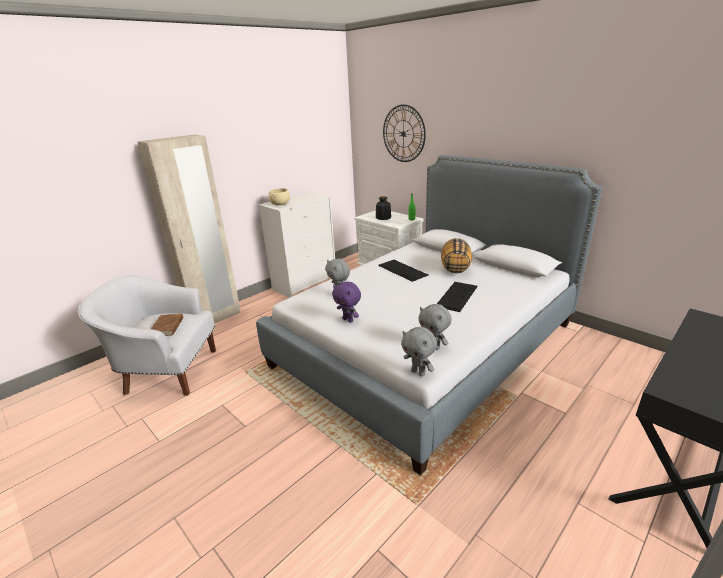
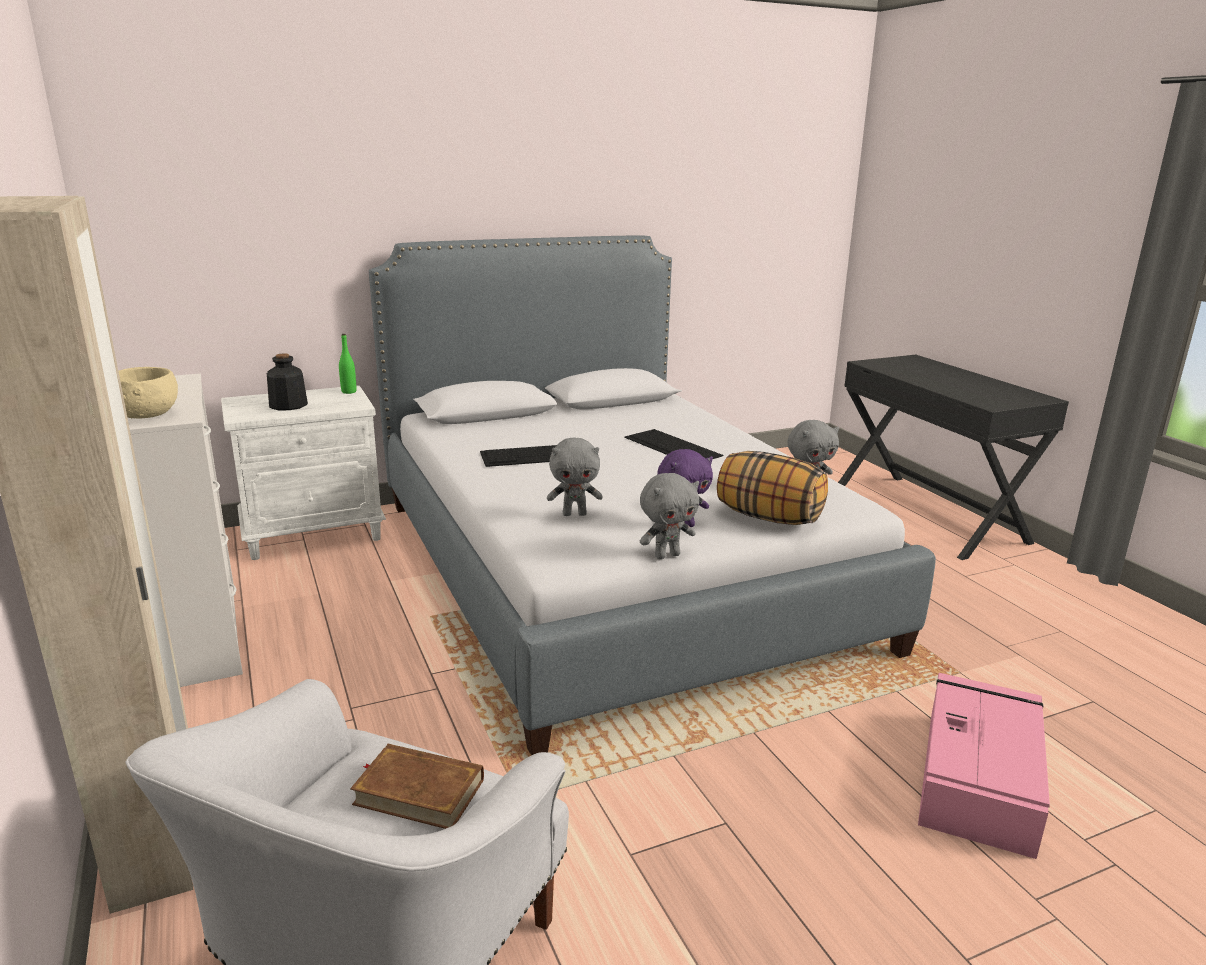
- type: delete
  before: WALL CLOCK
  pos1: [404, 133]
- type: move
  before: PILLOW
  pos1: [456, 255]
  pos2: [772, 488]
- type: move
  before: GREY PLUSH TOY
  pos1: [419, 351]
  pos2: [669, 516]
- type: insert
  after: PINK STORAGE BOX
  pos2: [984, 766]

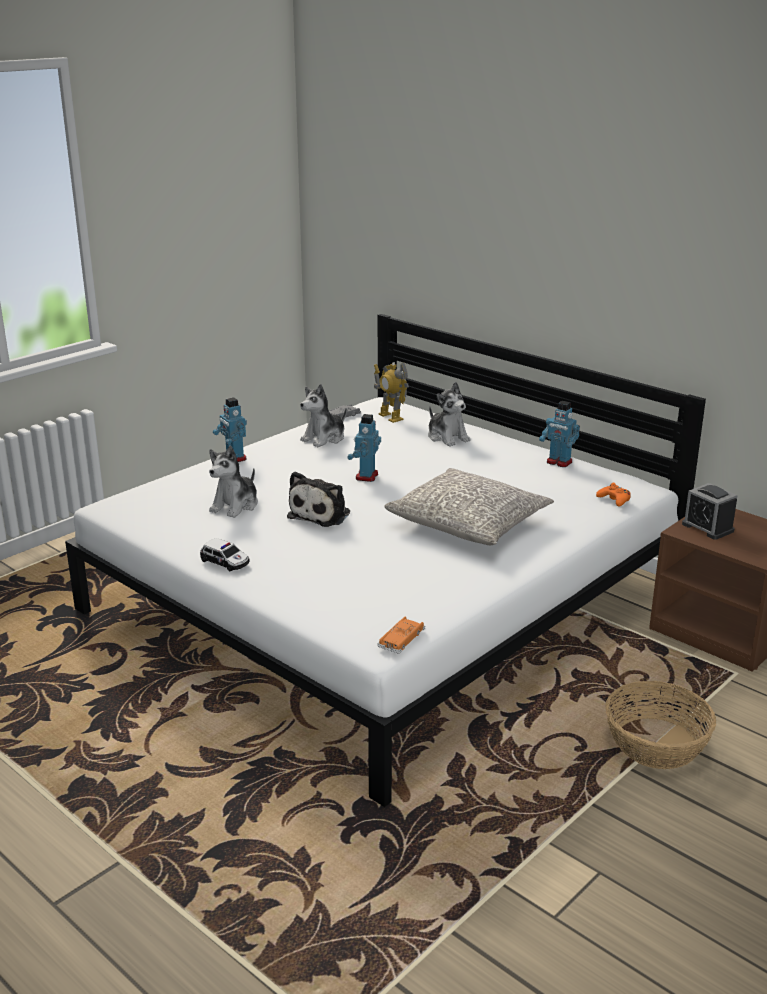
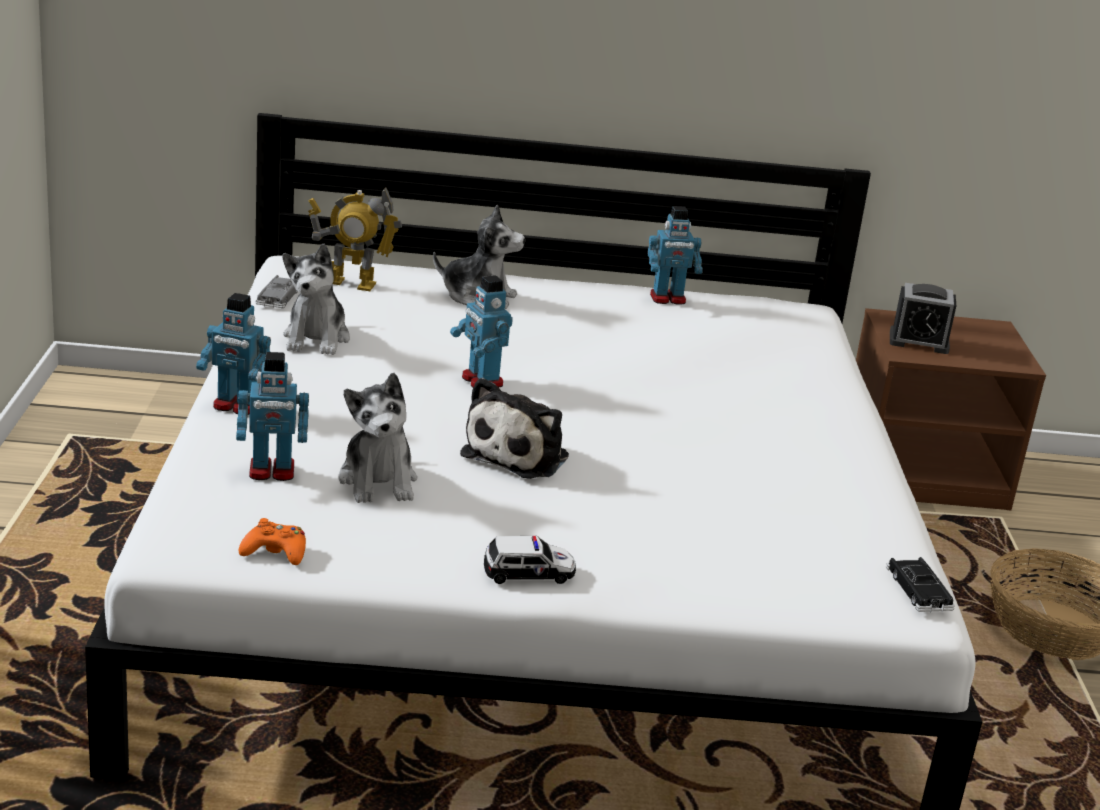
- type: delete
  before: GREY PILLOW
  pos1: [469, 507]
- type: rotate
  before: PLUSH TOY
  pos1: [318, 499]
  pos2: [514, 428]
  turn: 45
- type: move
  before: ORANGE GAME CONTROLLER
  pos1: [613, 494]
  pos2: [272, 541]
- type: recolor
  before: ORANGE TOY CAR
  after: BLACK TOY CAR
  pos1: [401, 635]
  pos2: [920, 584]
- type: insert
  after: TOY ROBOT
  pos2: [272, 416]

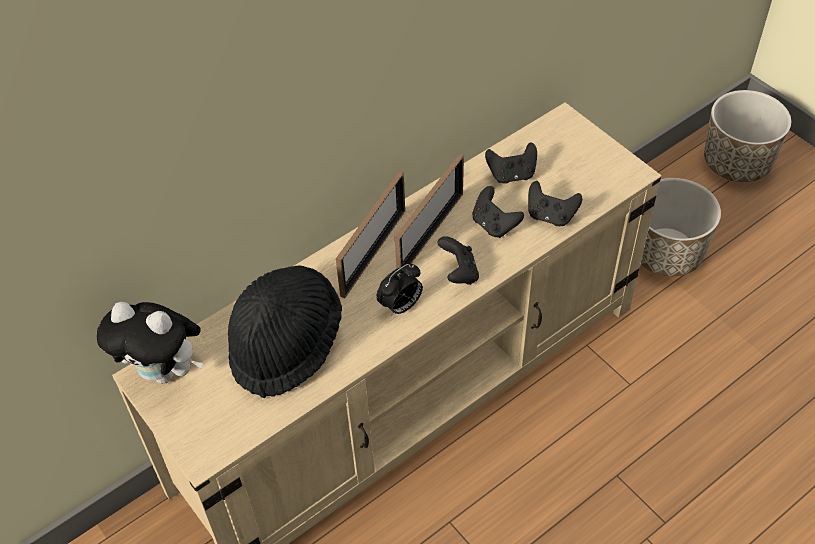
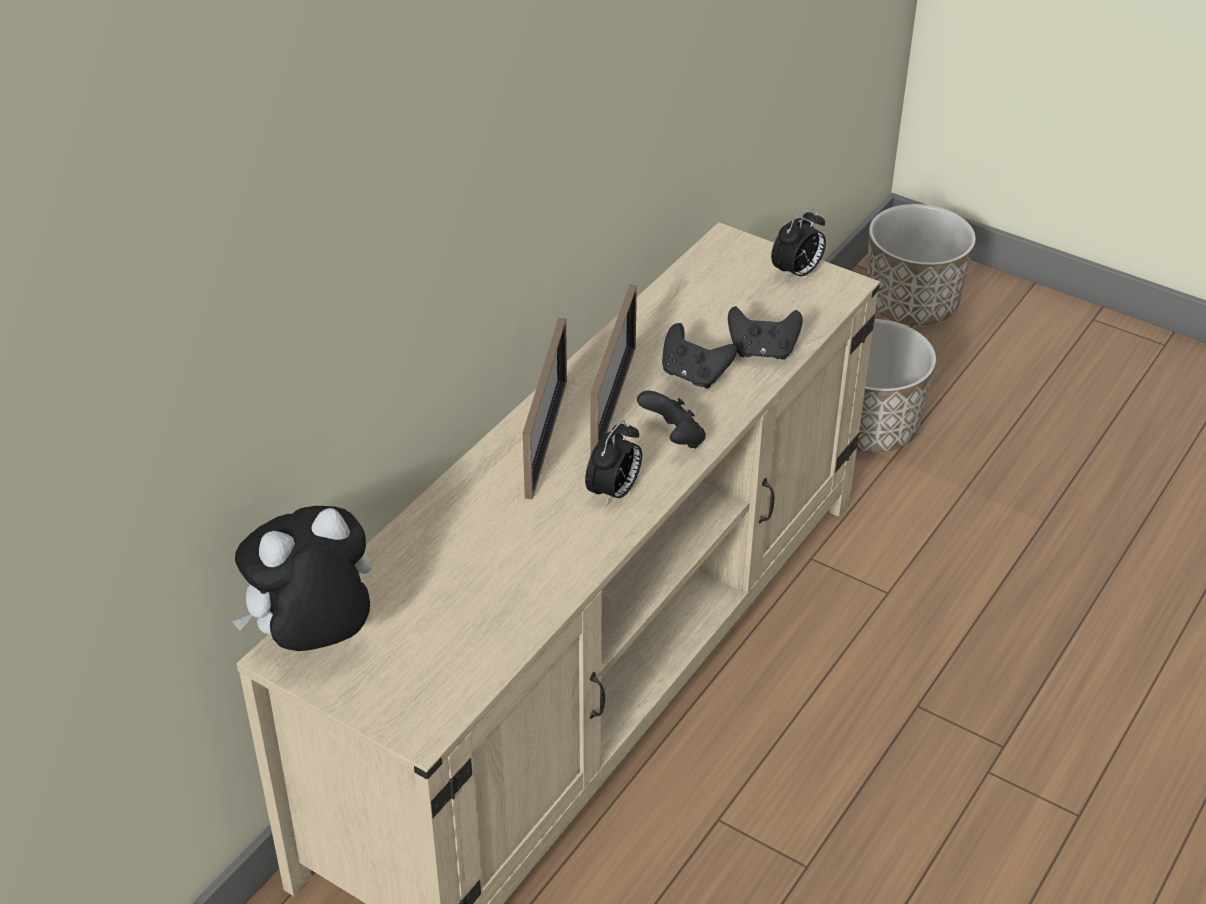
- type: delete
  before: BLACK GAME CONTROLLER
  pos1: [511, 162]
- type: delete
  before: BLACK HAT
  pos1: [285, 332]
- type: rotate
  before: PLUSH TOY
  pos1: [149, 343]
  pos2: [302, 578]
  turn: 150
- type: insert
  after: ALARM CLOCK
  pos2: [798, 245]

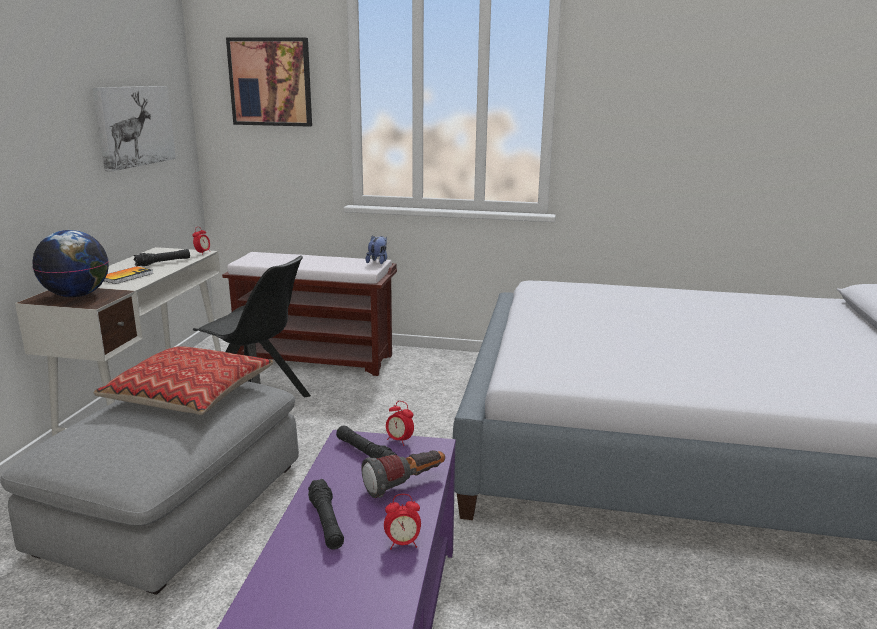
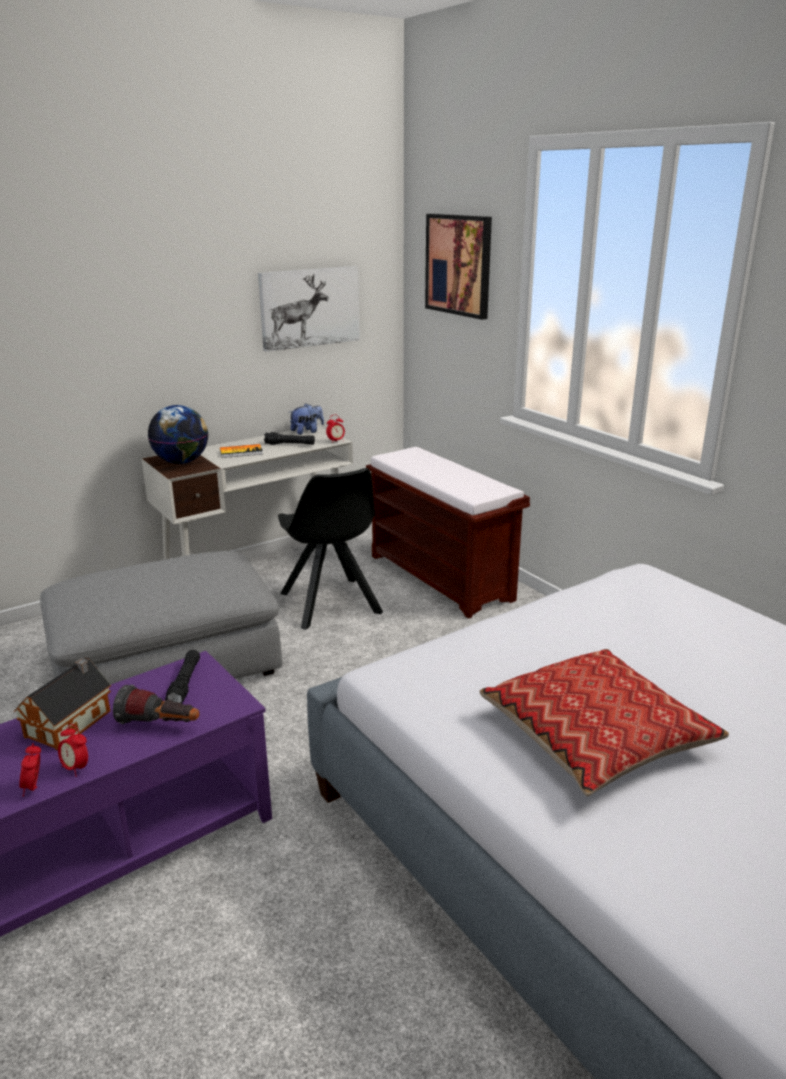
- type: move
  before: PLUSH TOY
  pos1: [376, 249]
  pos2: [306, 419]
- type: move
  before: PILLOW
  pos1: [183, 380]
  pos2: [604, 722]
- type: move
  before: ALARM CLOCK
  pos1: [400, 423]
  pos2: [30, 770]
- type: replace
  before: BLACK FLASHLIGHT
  after: TOY HOUSE
  pos1: [326, 514]
  pos2: [62, 704]

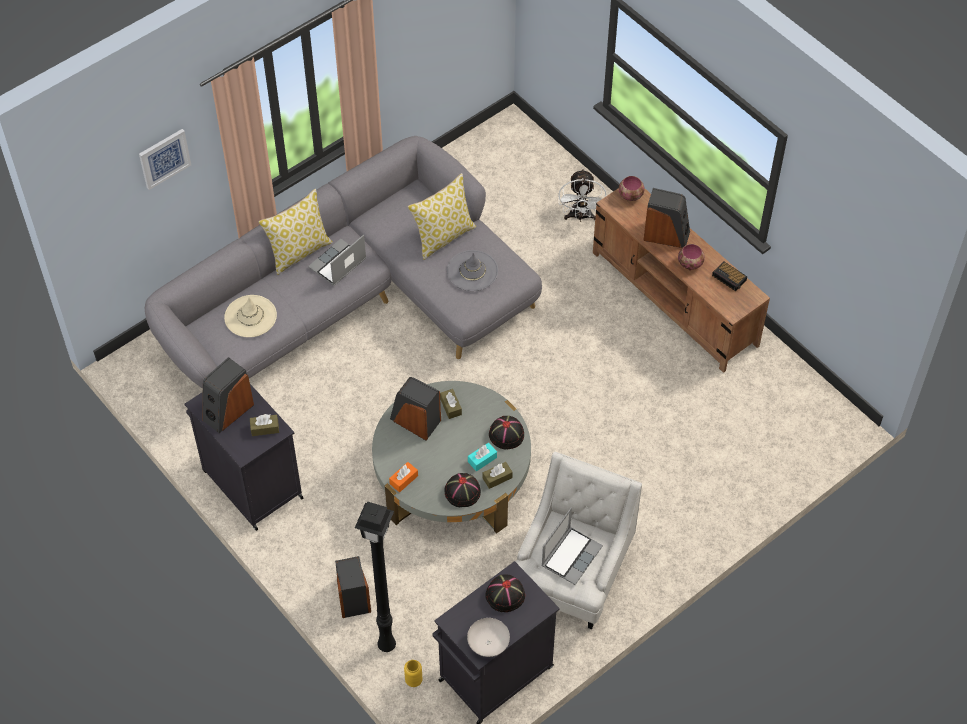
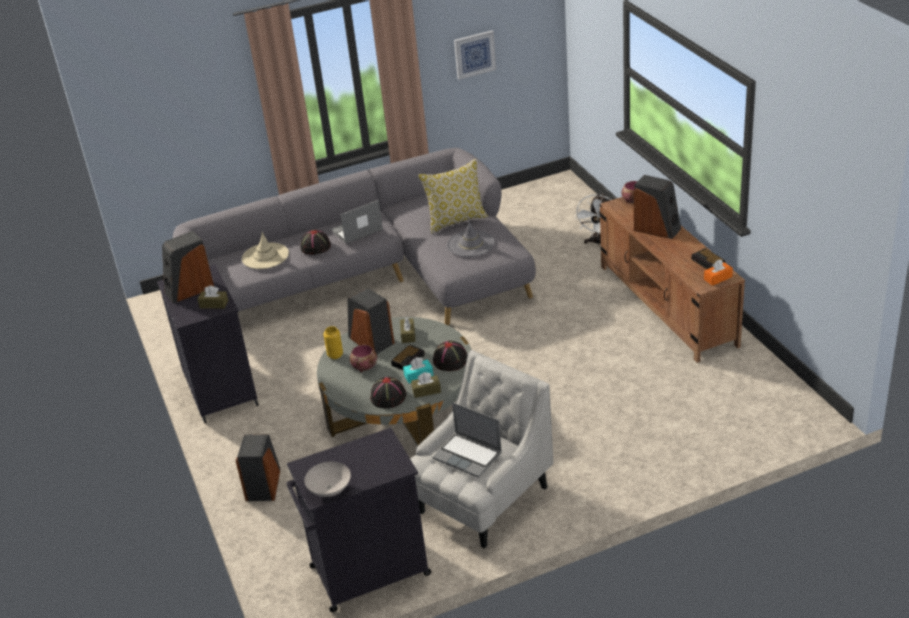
- type: move
  before: PICTURE
  pos1: [165, 159]
  pos2: [475, 55]
- type: delete
  before: PILLOW
  pos1: [296, 232]
- type: move
  before: BOWL
  pos1: [691, 257]
  pos2: [363, 358]
- type: move
  before: ORANGE TISSUE BOX
  pos1: [403, 477]
  pos2: [718, 273]
- type: delete
  before: BLACK FLOOR LAMP
  pos1: [375, 577]
- type: rotate
  before: LAPTOP
  pos1: [572, 546]
  pos2: [467, 440]
  turn: 75
- type: move
  before: BLACK HAT
  pos1: [505, 593]
  pos2: [315, 242]
- type: move
  before: YELLOW VASE
  pos1: [413, 673]
  pos2: [333, 342]
- type: insert
  after: ALARM CLOCK
  pos2: [408, 357]

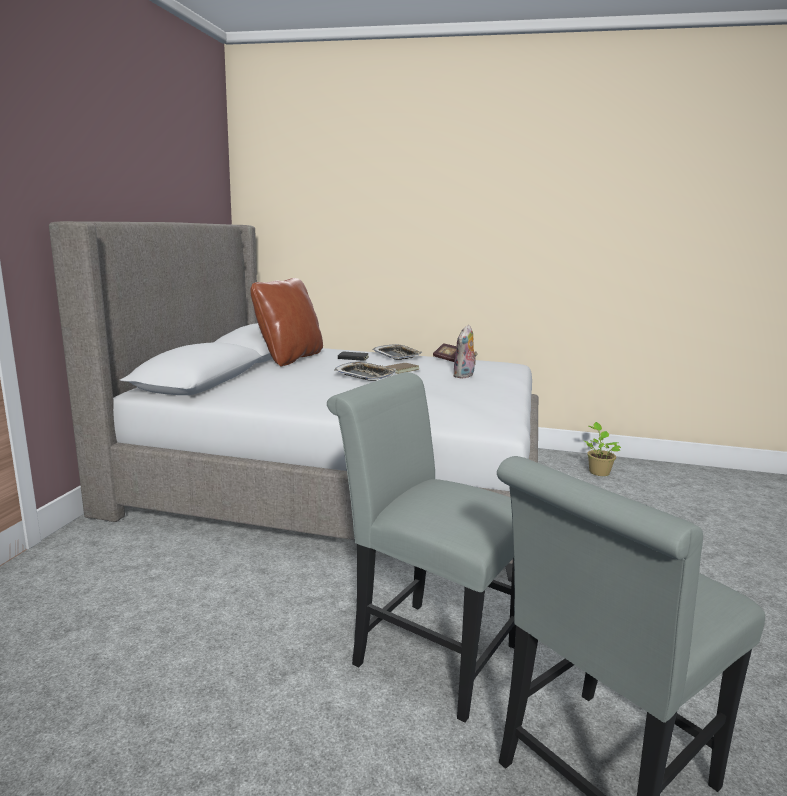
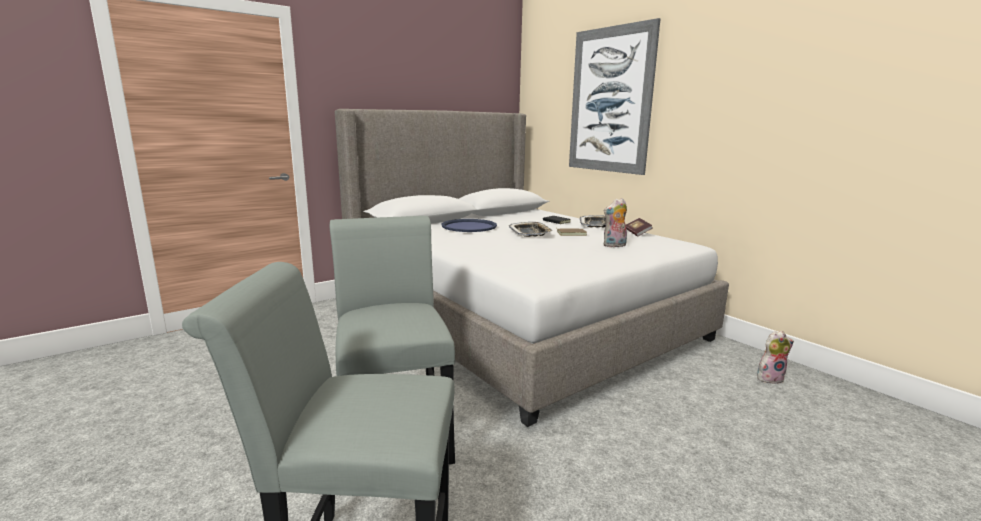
- type: delete
  before: BROWN PILLOW
  pos1: [286, 322]
- type: replace
  before: POTTED PLANT
  after: PLUSH TOY
  pos1: [602, 449]
  pos2: [775, 357]
- type: insert
  after: PICTURE
  pos2: [615, 96]
- type: insert
  after: BLUE TRAY
  pos2: [469, 225]

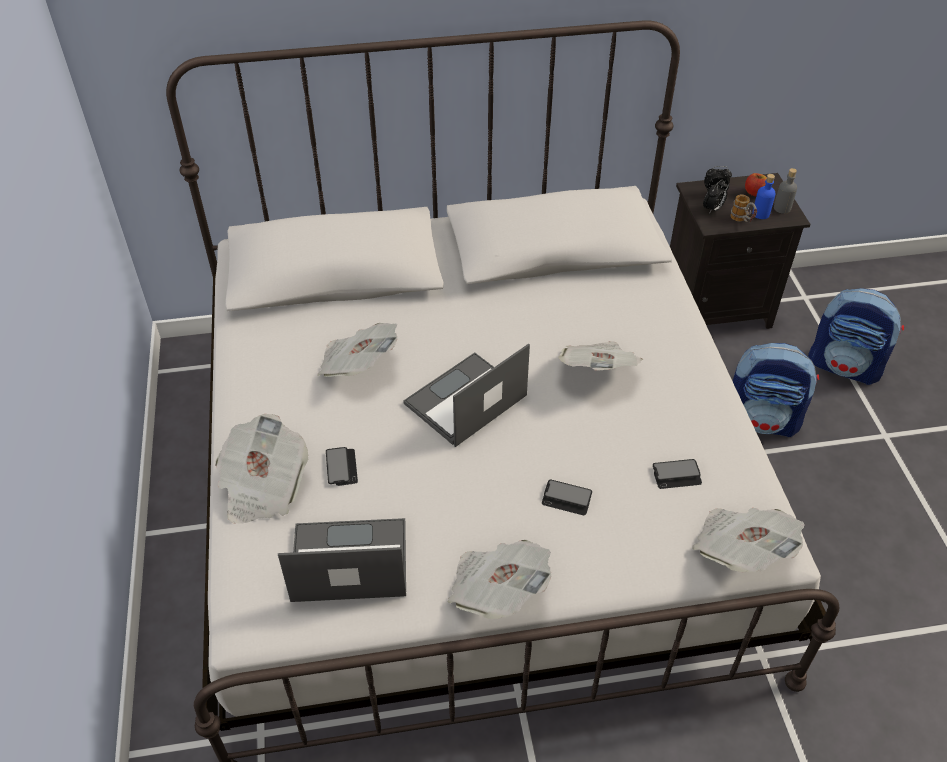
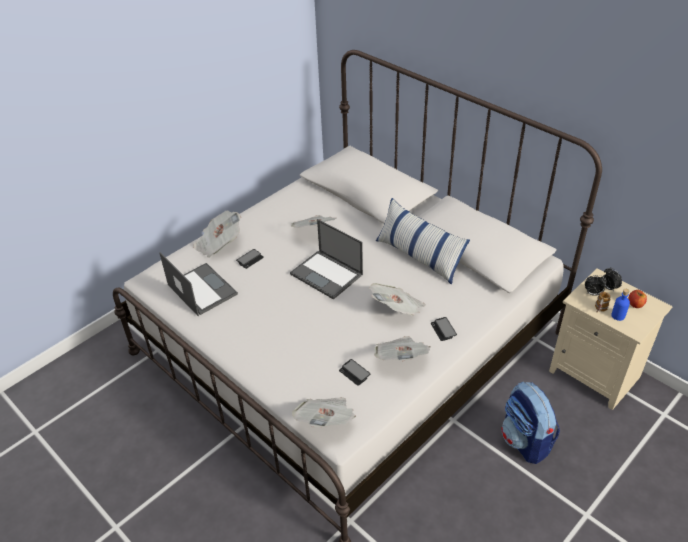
- type: delete
  before: GREY BOTTLE
  pos1: [785, 191]
- type: recolor
  before: BLACK NIGHTSTAND
  after: BEIGE NIGHTSTAND
  pos1: [740, 251]
  pos2: [611, 339]
- type: delete
  before: BACKPACK
  pos1: [856, 336]
- type: rotate
  before: LAPTOP
  pos1: [466, 395]
  pos2: [326, 259]
  turn: -150
- type: move
  before: PHONE
  pos1: [567, 497]
  pos2: [443, 329]
- type: move
  before: NEWSPAPER
  pos1: [499, 579]
  pos2: [402, 348]
- type: insert
  after: PILLOW
  pos2: [423, 241]

